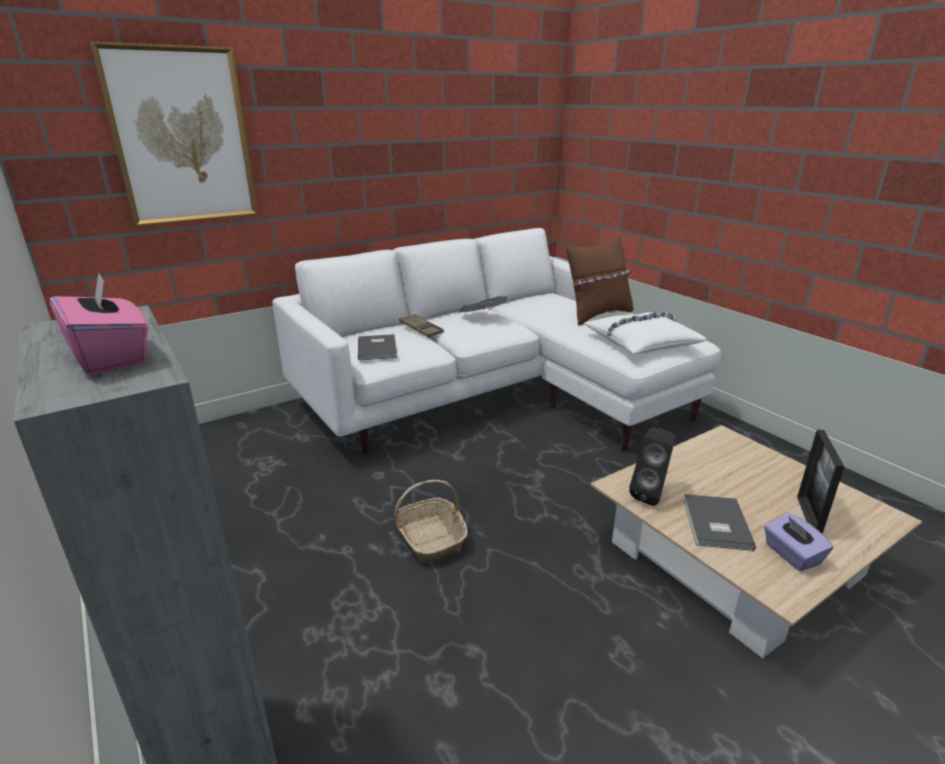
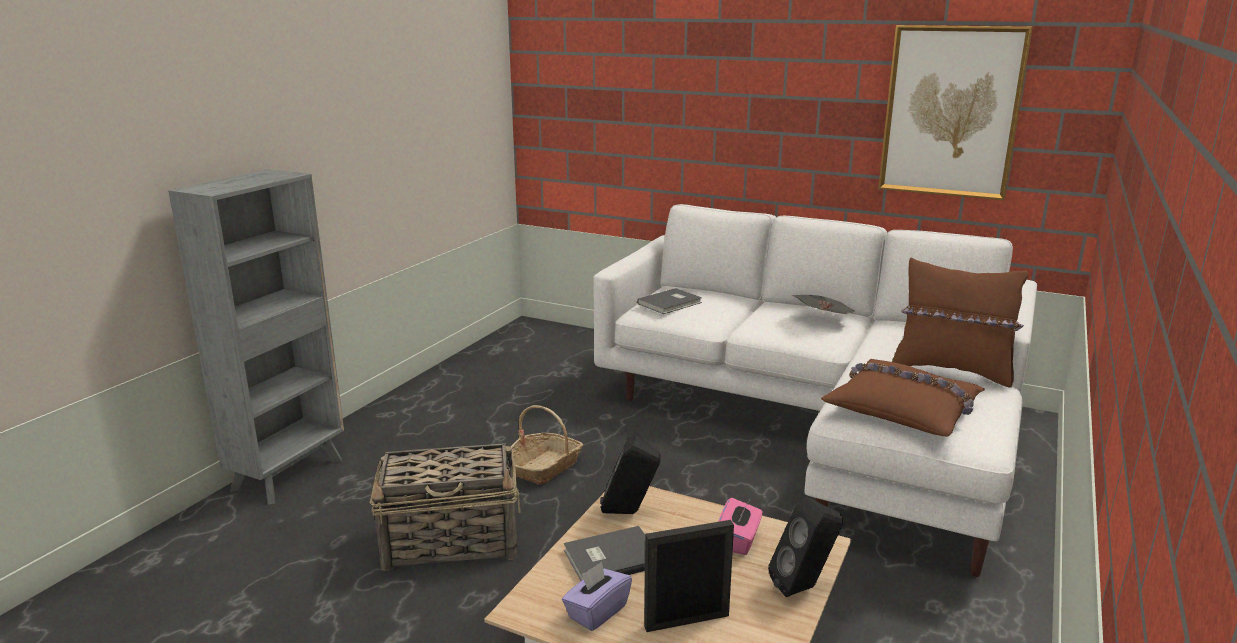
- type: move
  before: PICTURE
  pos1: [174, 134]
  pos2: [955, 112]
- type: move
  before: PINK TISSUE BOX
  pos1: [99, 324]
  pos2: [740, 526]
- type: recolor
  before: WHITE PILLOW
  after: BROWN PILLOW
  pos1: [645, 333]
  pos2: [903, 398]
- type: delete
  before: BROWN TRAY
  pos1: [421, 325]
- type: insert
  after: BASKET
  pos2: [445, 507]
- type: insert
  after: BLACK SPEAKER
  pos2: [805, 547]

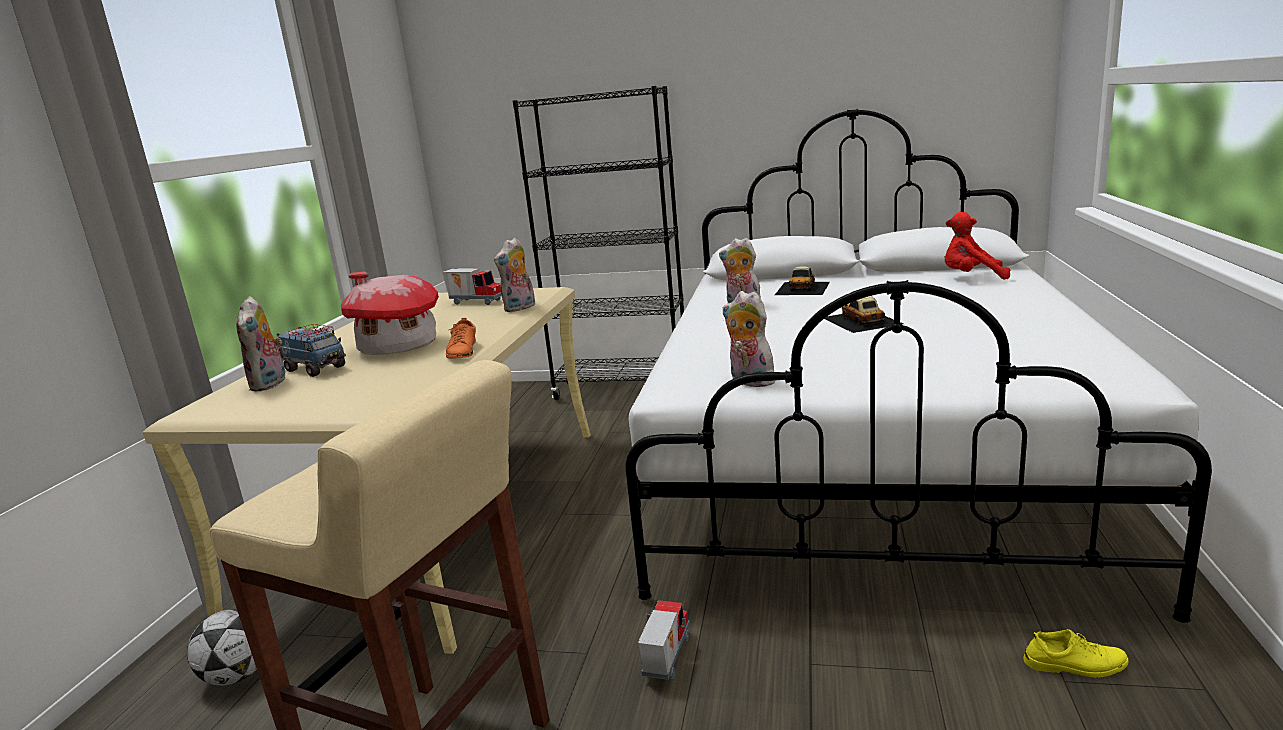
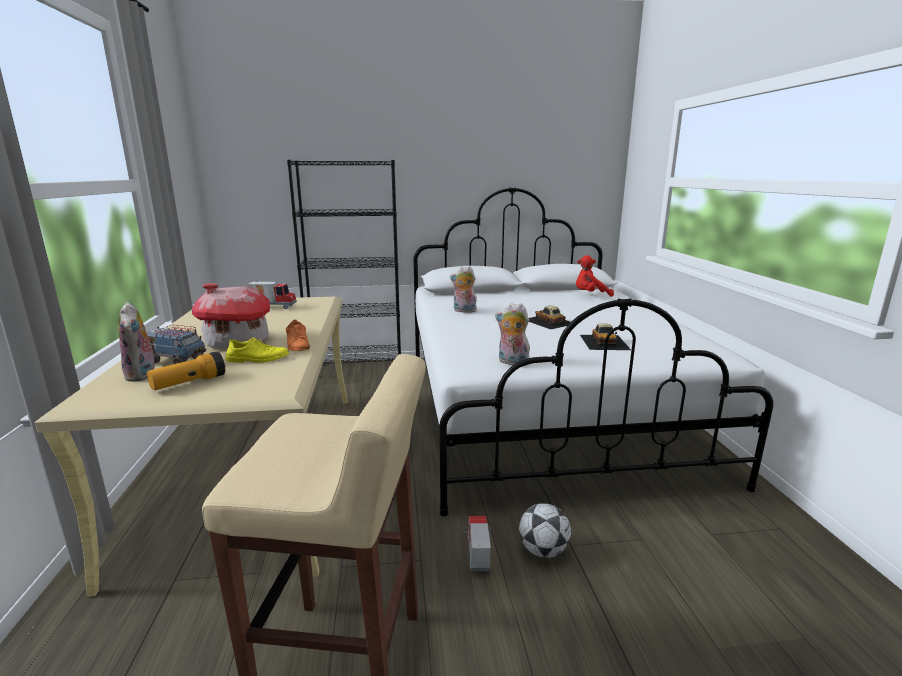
- type: delete
  before: PLUSH TOY
  pos1: [514, 275]
- type: move
  before: TOY CAR
  pos1: [802, 280]
  pos2: [605, 336]
- type: move
  before: FOOTBALL
  pos1: [222, 647]
  pos2: [545, 530]
- type: move
  before: YELLOW SHOE
  pos1: [1076, 653]
  pos2: [257, 350]
- type: insert
  after: FLASHLIGHT
  pos2: [186, 370]

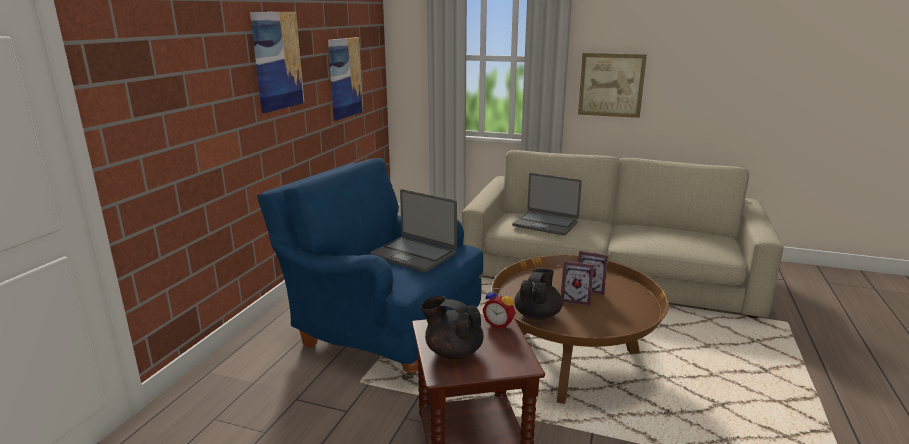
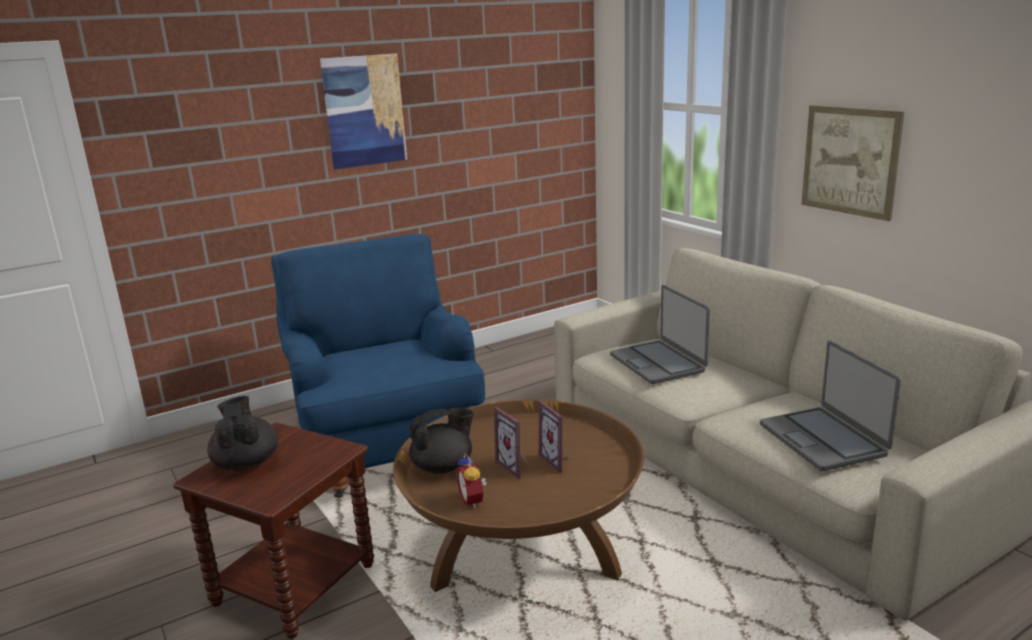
- type: delete
  before: PICTURE
  pos1: [345, 79]
- type: move
  before: LAPTOP
  pos1: [413, 230]
  pos2: [830, 405]
- type: move
  before: ALARM CLOCK
  pos1: [499, 308]
  pos2: [472, 480]

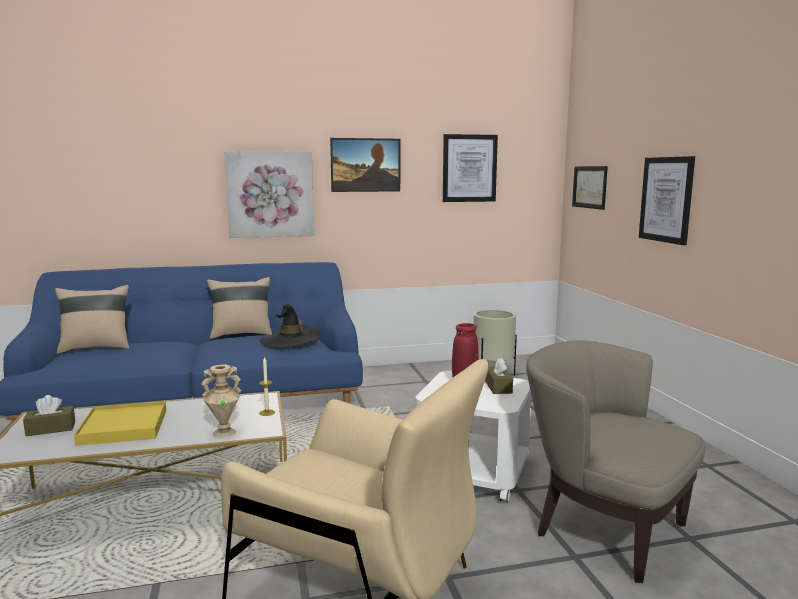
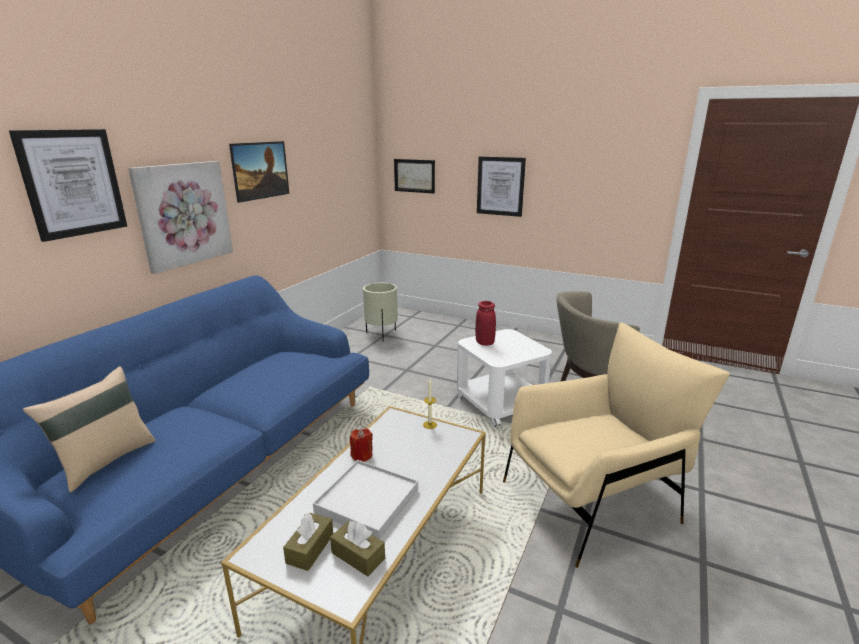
- type: move
  before: PICTURE
  pos1: [470, 168]
  pos2: [68, 185]
- type: delete
  before: BEIGE PILLOW
  pos1: [239, 308]
- type: delete
  before: BLACK HAT
  pos1: [290, 326]
- type: move
  before: BROWN TISSUE BOX
  pos1: [499, 376]
  pos2: [357, 548]
- type: delete
  before: BEIGE VASE
  pos1: [221, 401]
- type: recolor
  before: YELLOW TRAY
  after: WHITE TRAY
  pos1: [120, 423]
  pos2: [365, 499]
- type: insert
  after: RED CANDLE
  pos2: [361, 445]

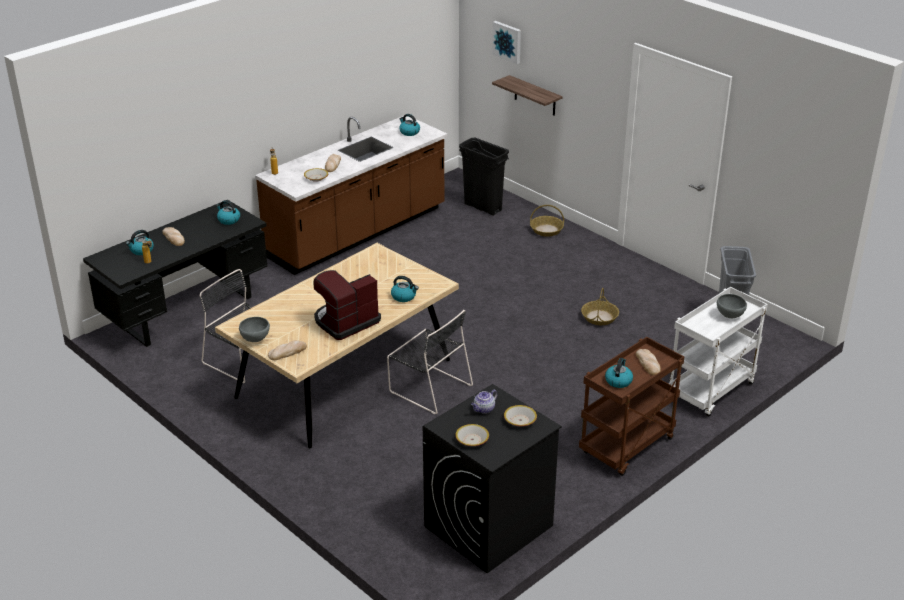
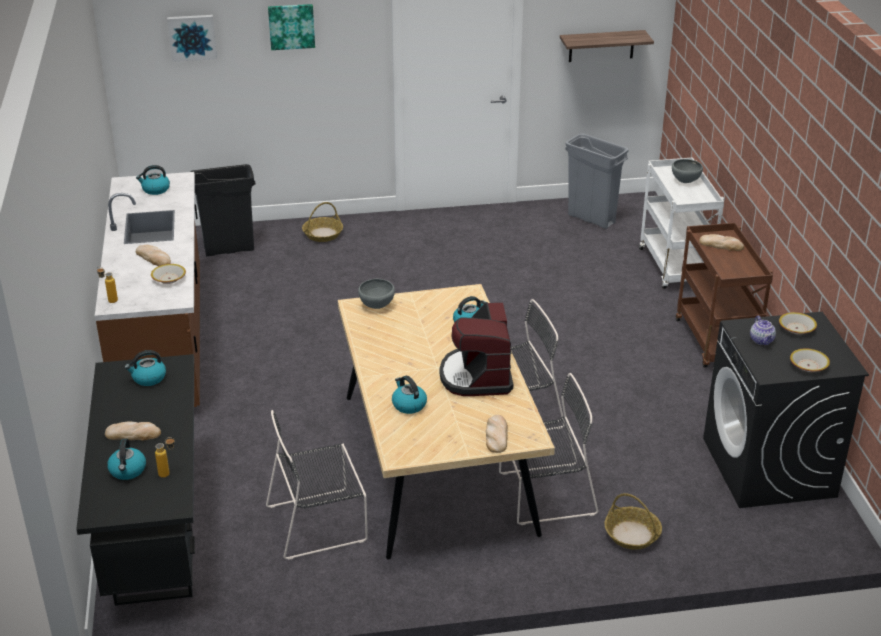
- type: move
  before: SHELF
  pos1: [527, 95]
  pos2: [607, 46]
- type: move
  before: BASKET
  pos1: [600, 306]
  pos2: [633, 521]
- type: move
  before: GREY BOWL
  pos1: [254, 329]
  pos2: [376, 294]
- type: move
  before: KETTLE
  pos1: [619, 373]
  pos2: [409, 395]
- type: insert
  after: PICTURE
  pos2: [291, 27]
- type: insert
  after: BLACK CHAIR
  pos2: [548, 449]

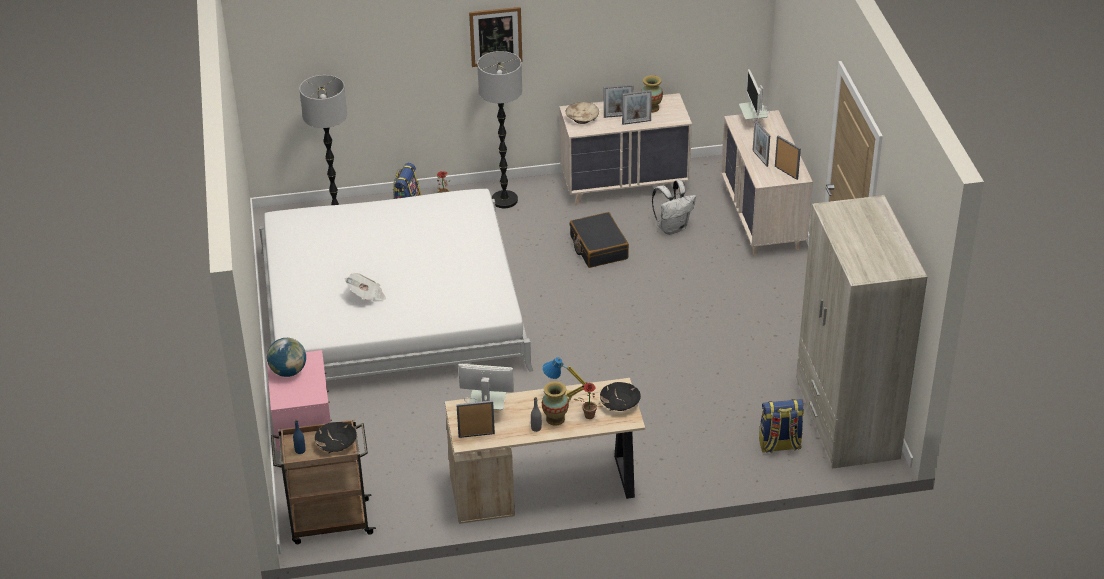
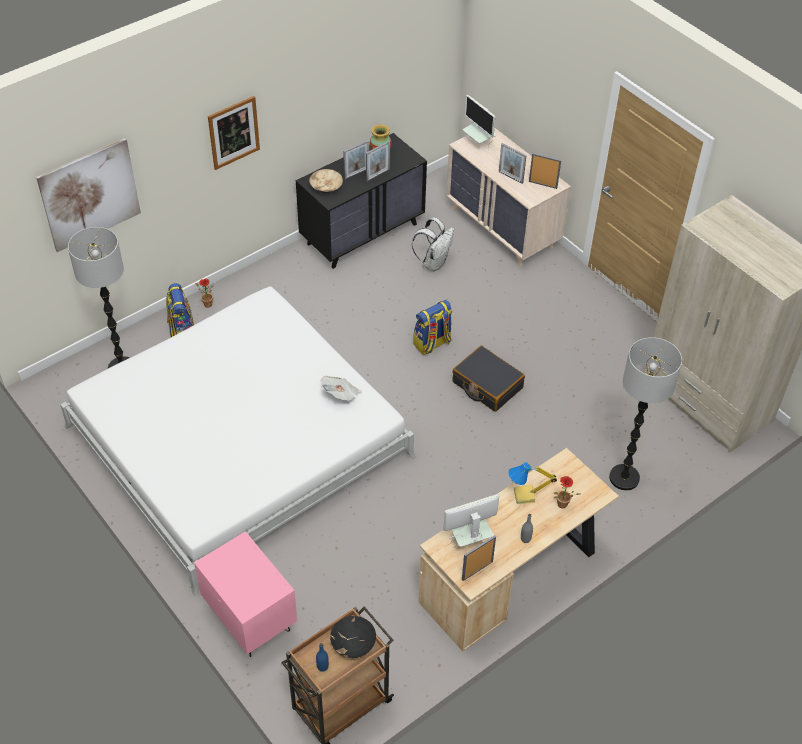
- type: move
  before: FLOOR LAMP
  pos1: [499, 129]
  pos2: [645, 413]
- type: recolor
  before: BEIGE DRESSER
  after: BLACK DRESSER
  pos1: [625, 149]
  pos2: [361, 201]
- type: move
  before: BLACK SUITCASE
  pos1: [599, 240]
  pos2: [488, 379]
- type: move
  before: NEWSPAPER
  pos1: [365, 287]
  pos2: [341, 388]
- type: delete
  before: GLOBE
  pos1: [286, 357]
- type: delete
  before: VASE
  pos1: [555, 403]
- type: delete
  before: BLACK BOWL
  pos1: [620, 396]
- type: move
  before: BACKPACK
  pos1: [781, 426]
  pos2: [432, 327]
- type: insert
  after: PICTURE
  pos2: [88, 195]

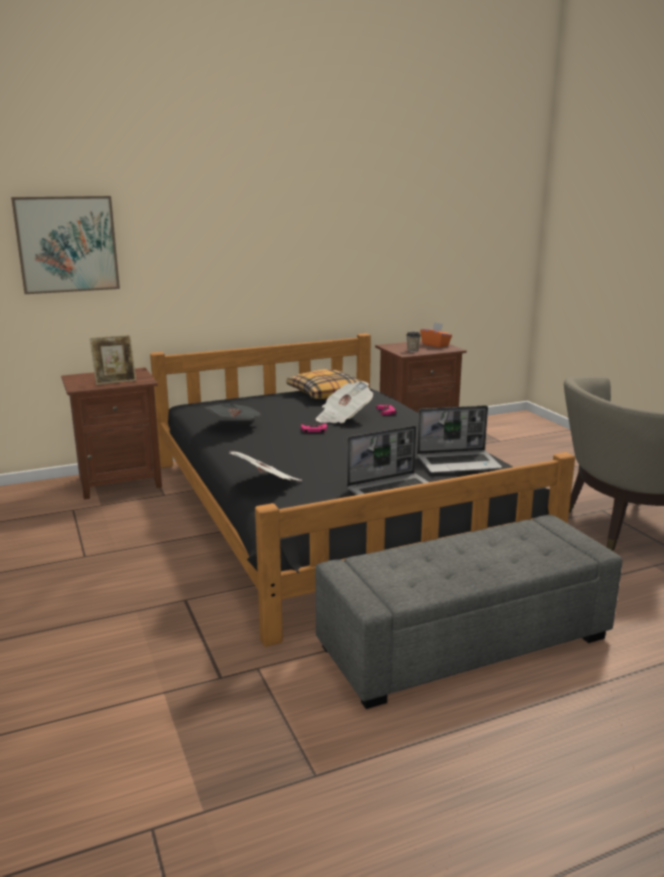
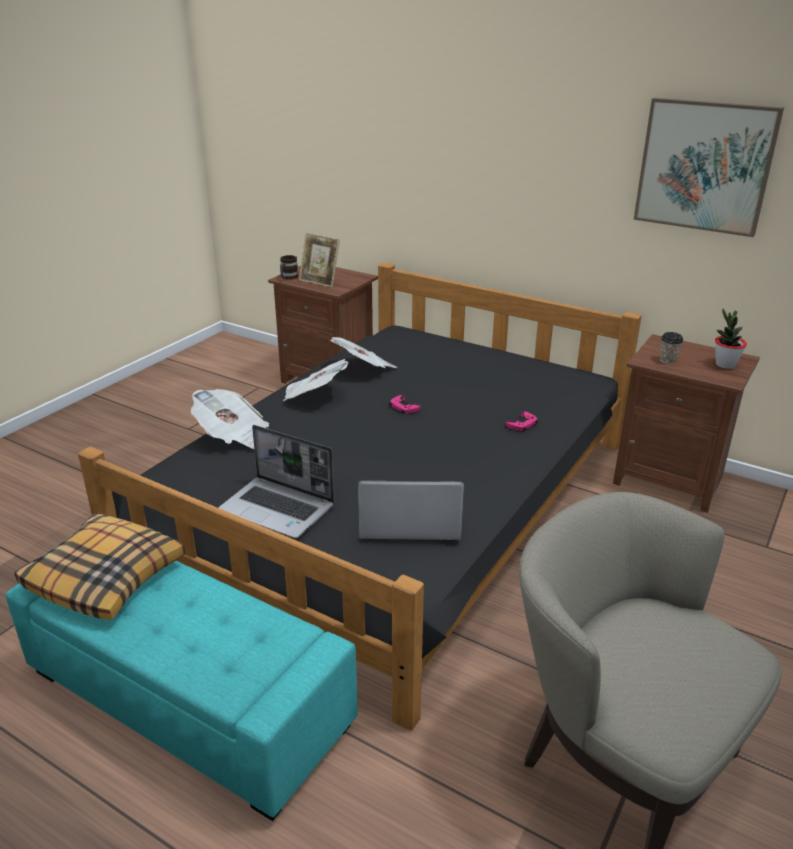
- type: move
  before: PICTURE
  pos1: [65, 245]
  pos2: [709, 167]
- type: replace
  before: ORANGE TISSUE BOX
  after: POTTED PLANT
  pos1: [436, 335]
  pos2: [731, 339]
- type: move
  before: PILLOW
  pos1: [328, 384]
  pos2: [100, 567]
- type: move
  before: NEWSPAPER
  pos1: [344, 402]
  pos2: [315, 380]
- type: rotate
  before: LAPTOP
  pos1: [459, 439]
  pos2: [411, 511]
  turn: 135
- type: recolor
  before: GREY OTTOMAN
  after: TURQUOISE OTTOMAN
  pos1: [468, 612]
  pos2: [182, 691]
- type: insert
  after: MUG
  pos2: [289, 267]

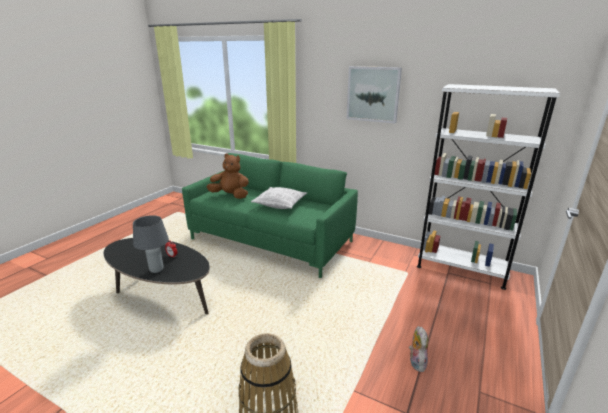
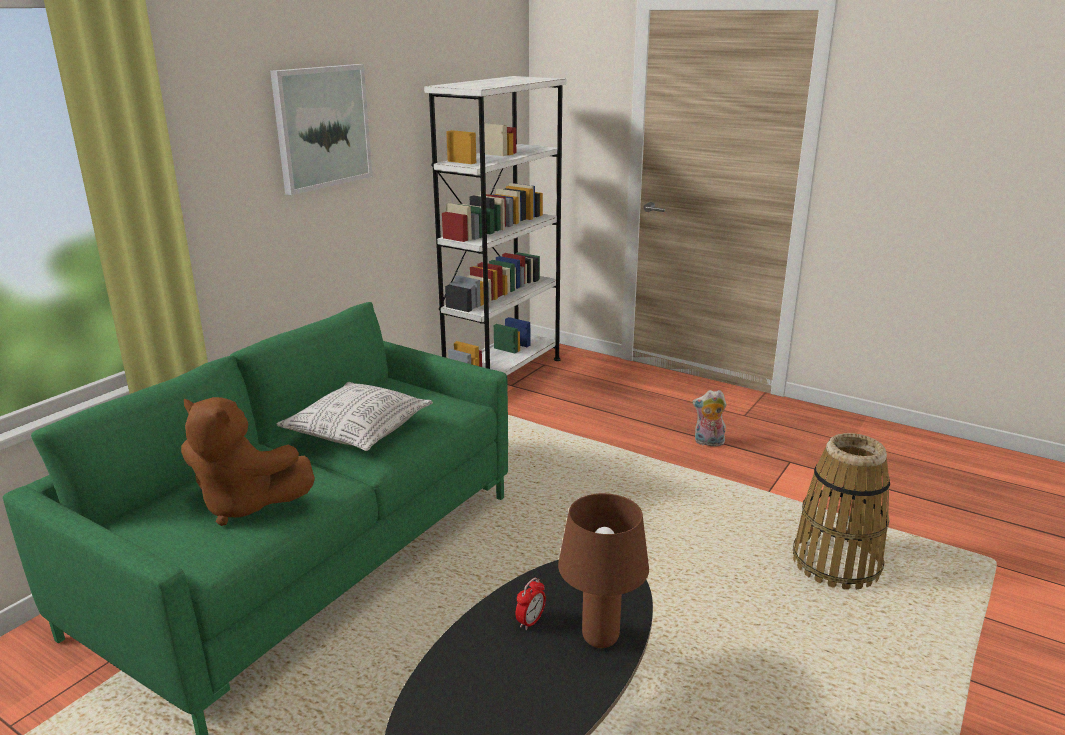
- type: rotate
  before: BROWN PLUSH TOY
  pos1: [228, 176]
  pos2: [248, 461]
  turn: -90
- type: recolor
  before: GREY TABLE LAMP
  after: BROWN TABLE LAMP
  pos1: [151, 244]
  pos2: [603, 570]

